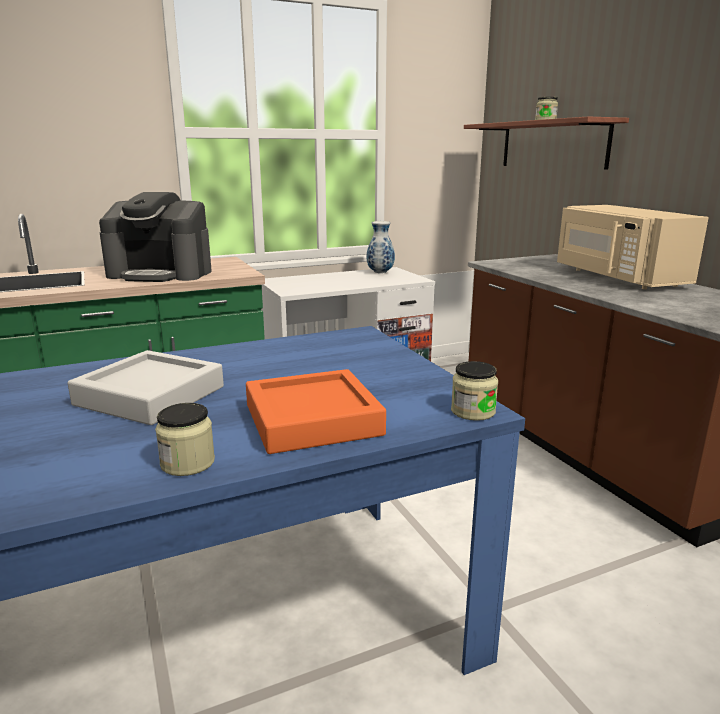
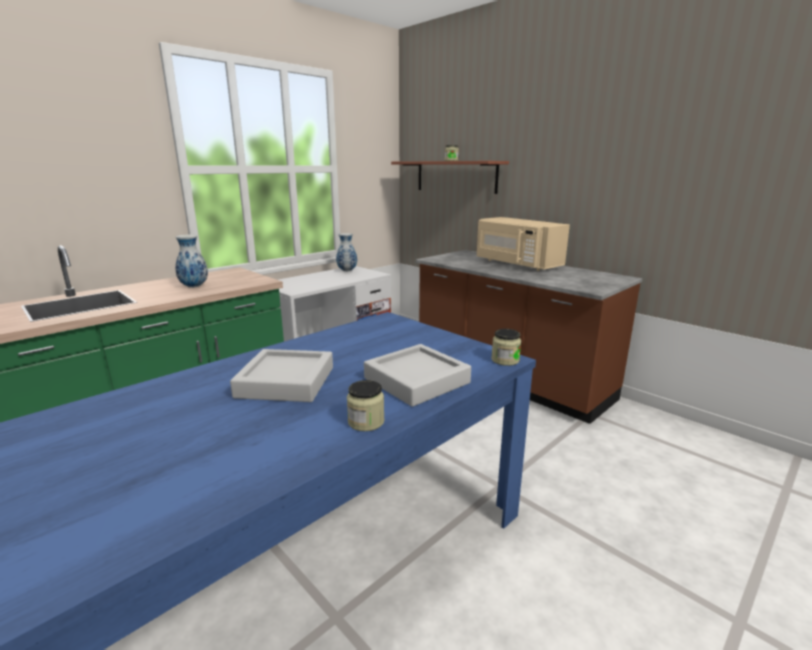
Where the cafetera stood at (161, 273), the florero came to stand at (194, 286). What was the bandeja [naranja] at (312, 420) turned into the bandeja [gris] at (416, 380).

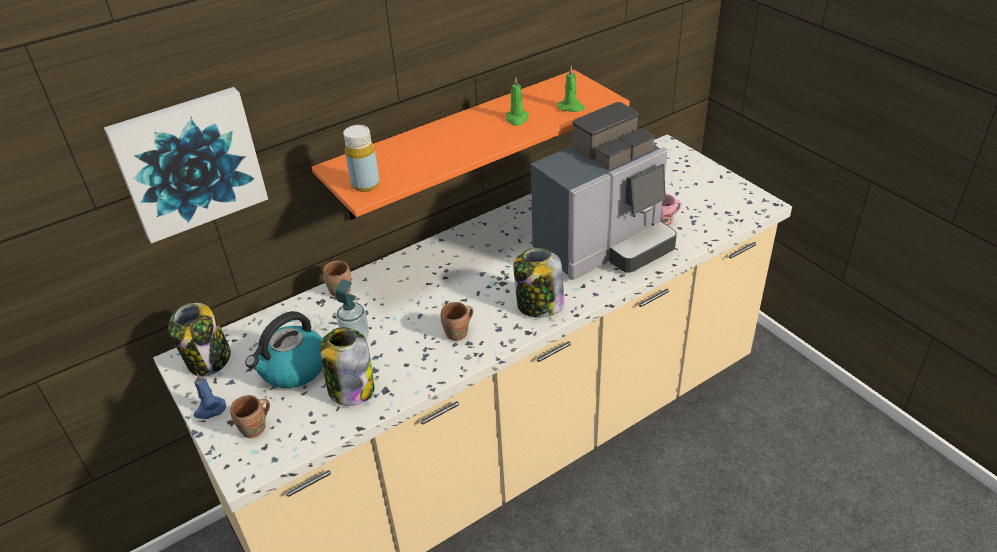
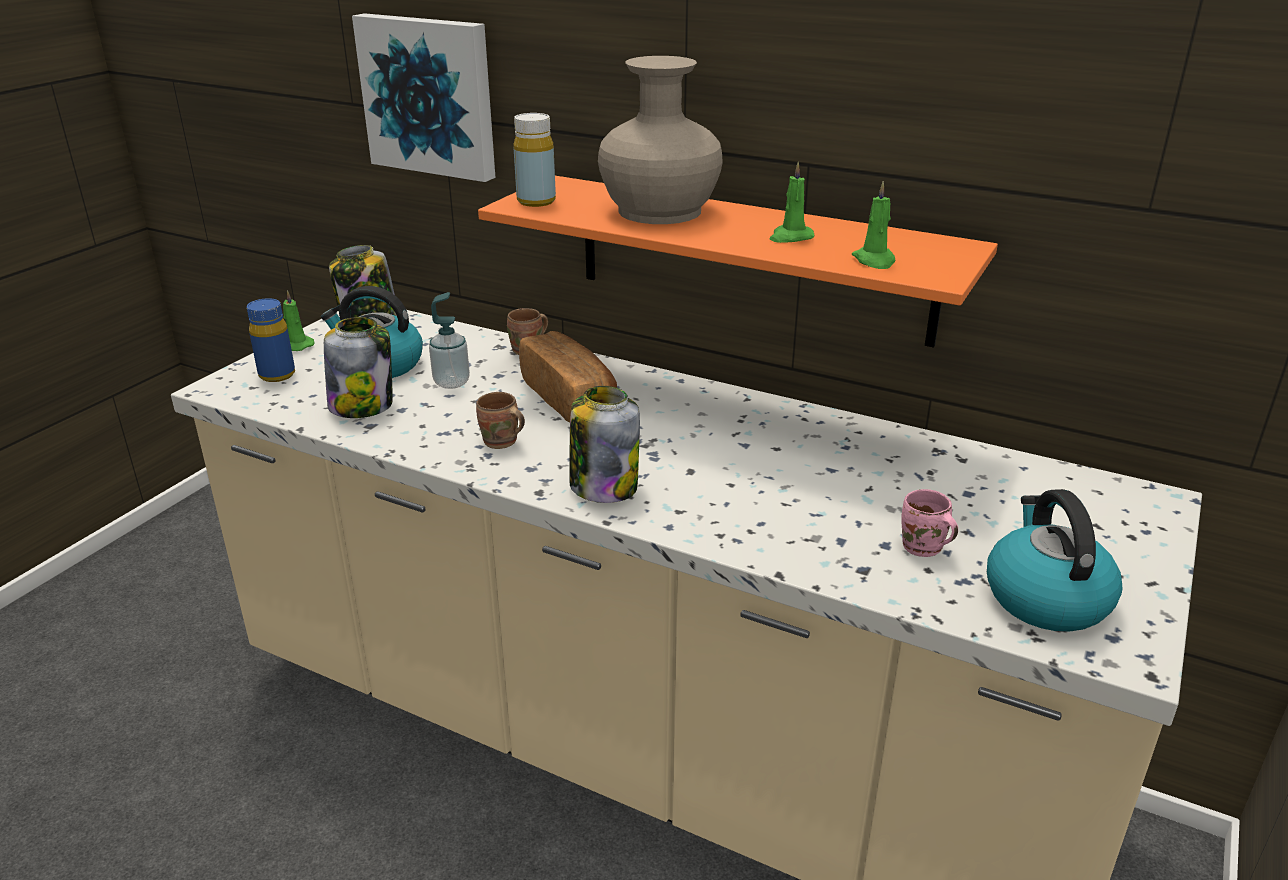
The second view lost the cafetera at (604, 246). The second view gained the pan at (571, 399). The second view gained the florero [beis] at (660, 211). The second view gained the hervidor at (1045, 597). Where the taza grande [marrón] stood at (256, 429), the botella [azul] came to stand at (277, 375). What was the vela [azul] at (210, 410) turned into the vela [verde] at (296, 345).

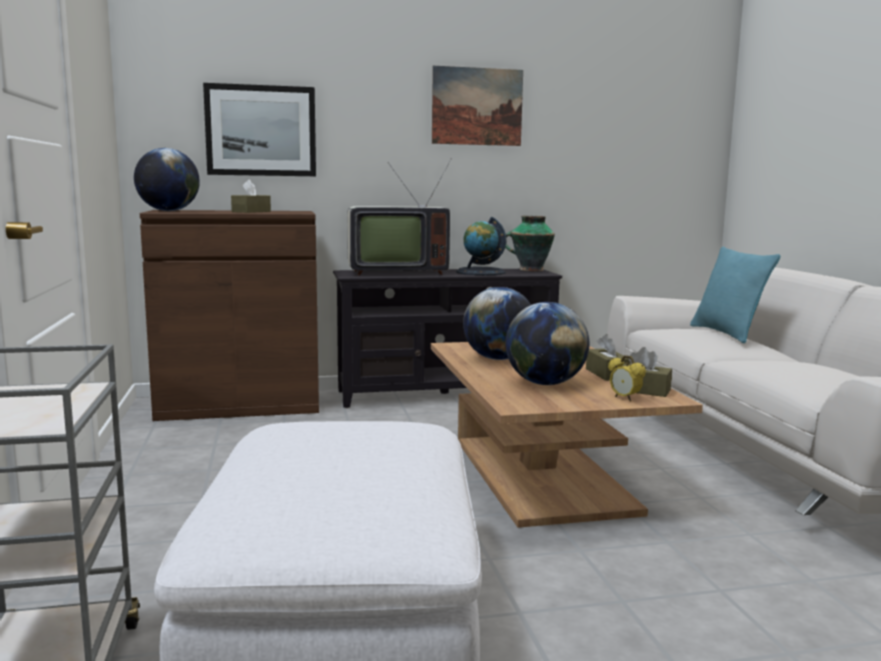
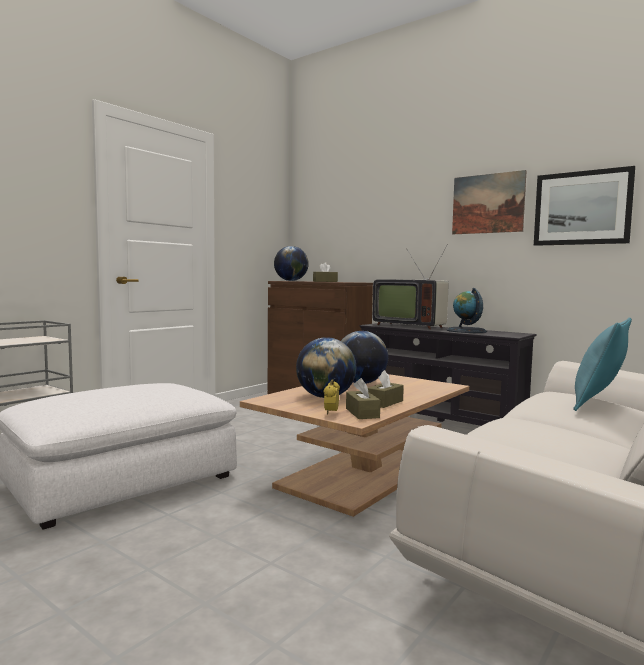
The second view lost the florero at (530, 270). The cuadro ended up elsewhere, having gone from (261, 131) to (582, 208).

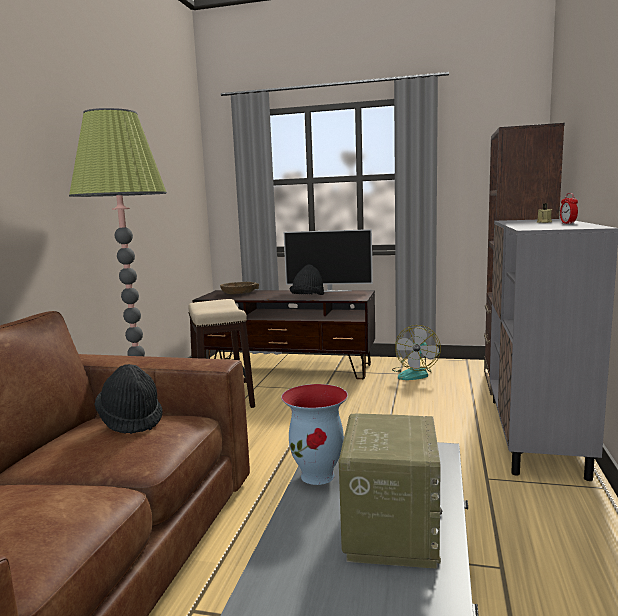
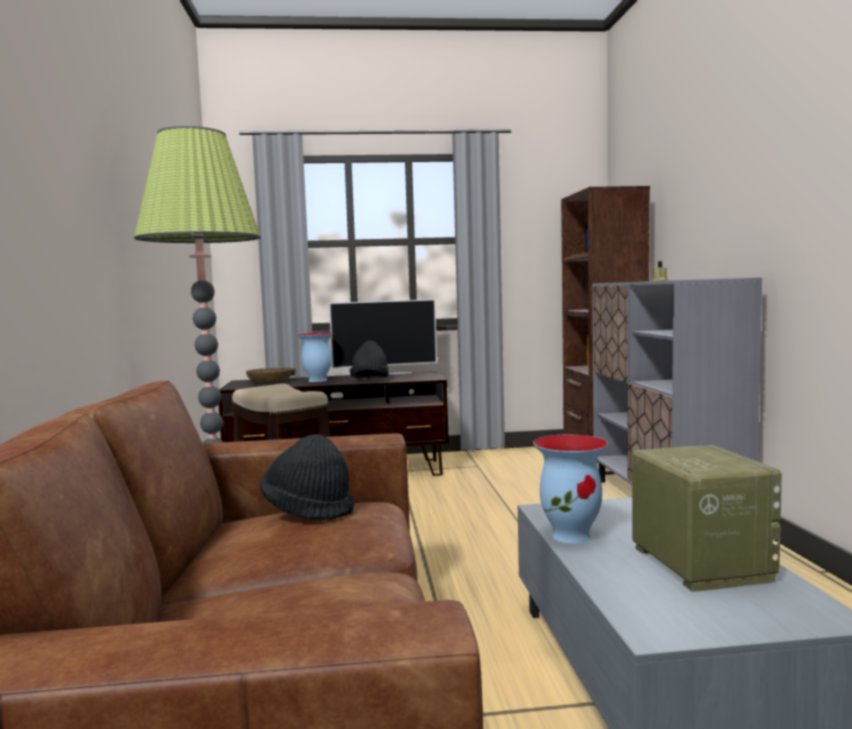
The second view lost the ventilador at (415, 373). The second view lost the despertador at (568, 223). The second view gained the florero at (317, 380).

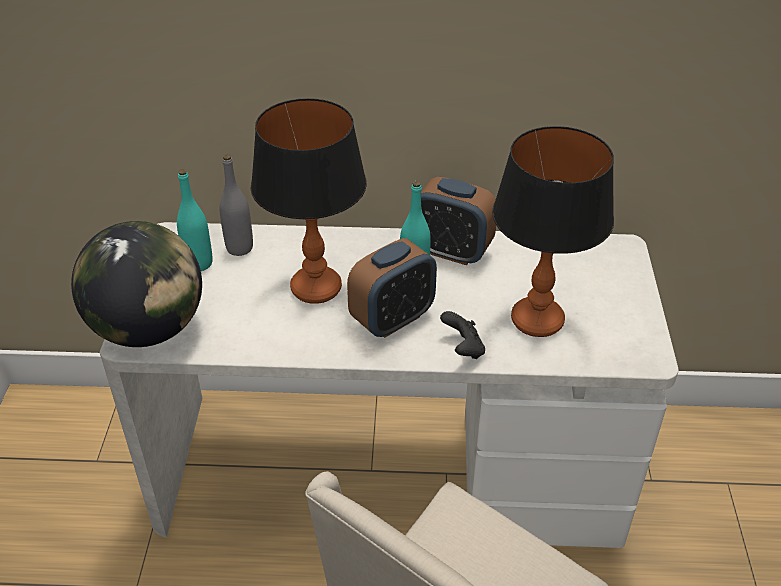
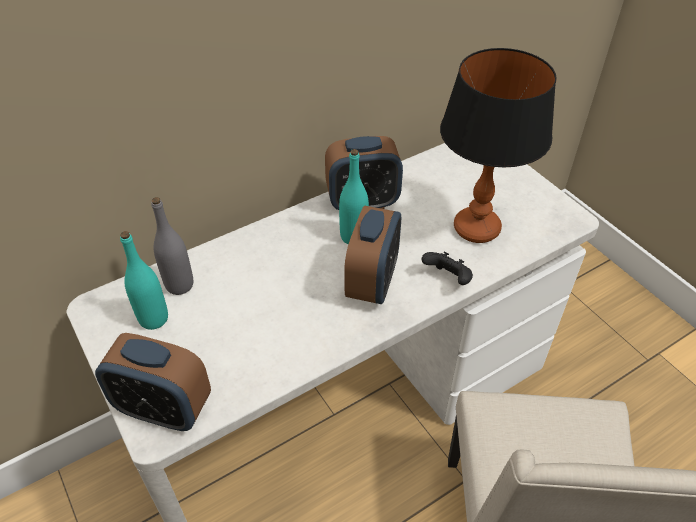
The second view lost the lámpara de mesa at (317, 288). Where the globo terráqueo stood at (149, 329), the despertador came to stand at (164, 409).

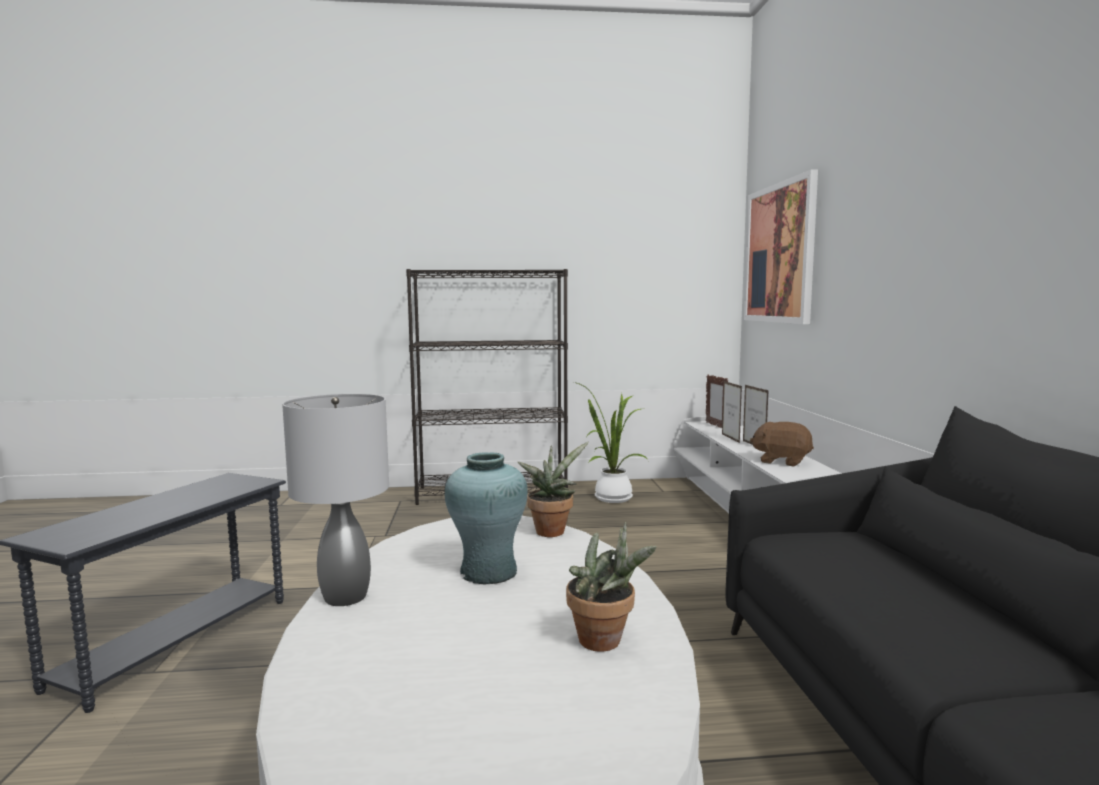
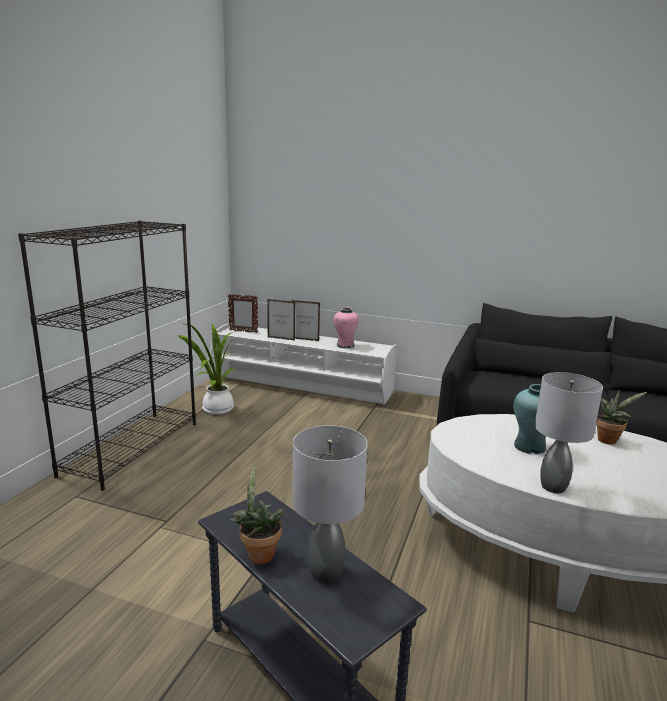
The second view lost the cuadro at (779, 253). The second view gained the lámpara de mesa [gris] at (326, 572). The planta en maceta ended up elsewhere, having gone from (551, 530) to (258, 553). Where the peluche [marrón] stood at (782, 461), the florero [rosa] came to stand at (345, 345).

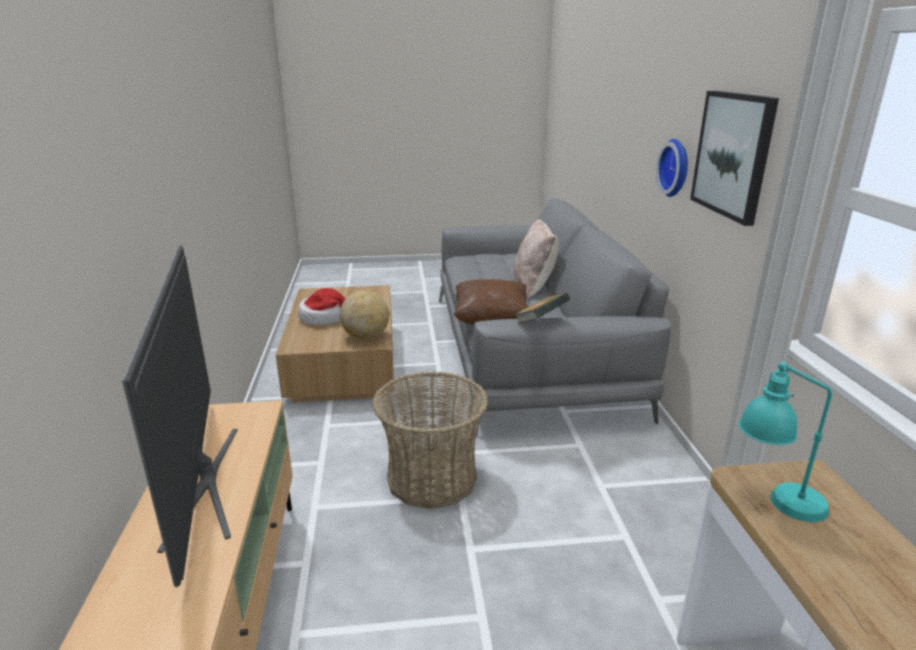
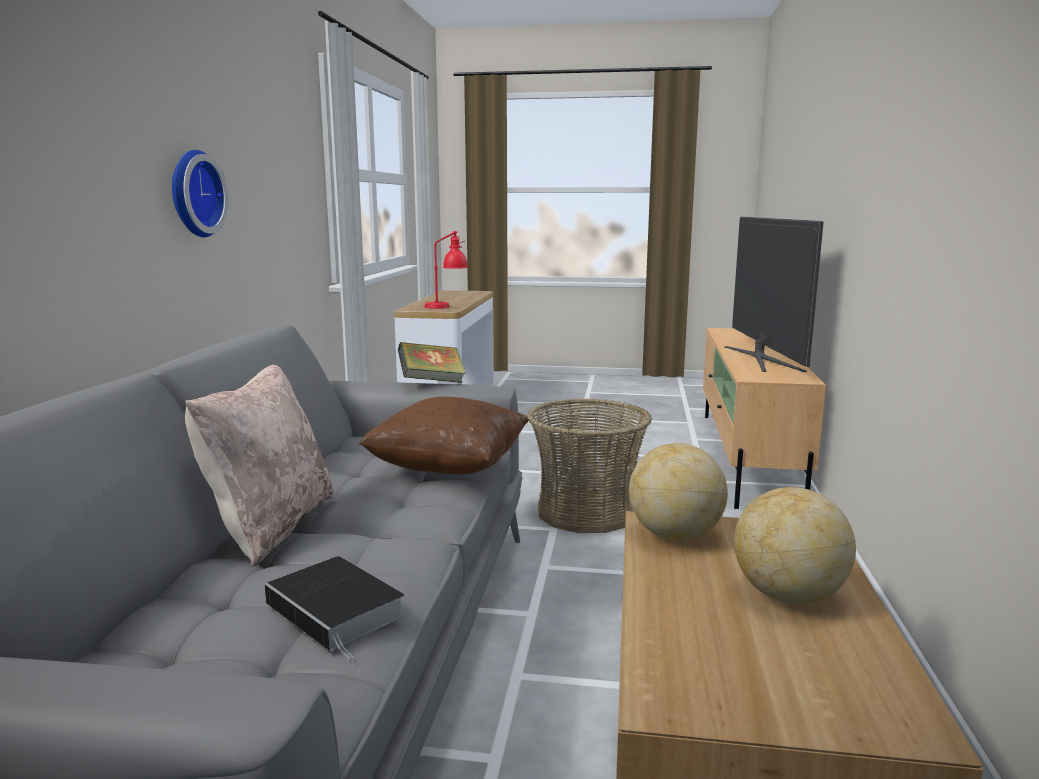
The second view lost the cuadro at (733, 154). The second view gained the libro at (338, 610). Where the sombrero stood at (324, 318), the globo terráqueo came to stand at (788, 596). What was the lámpara de mesa [turquesa] at (774, 502) turned into the lámpara de mesa [rojo] at (447, 307).

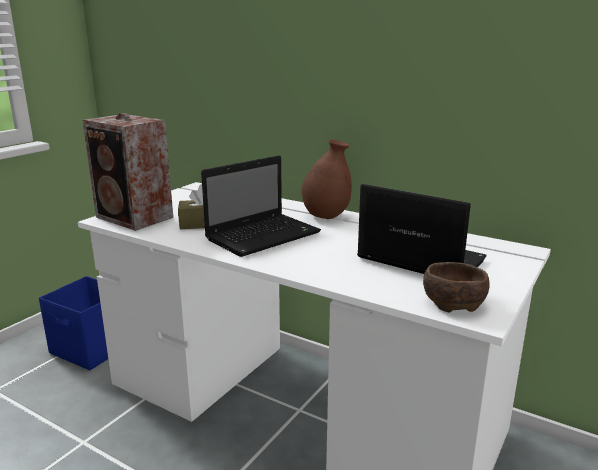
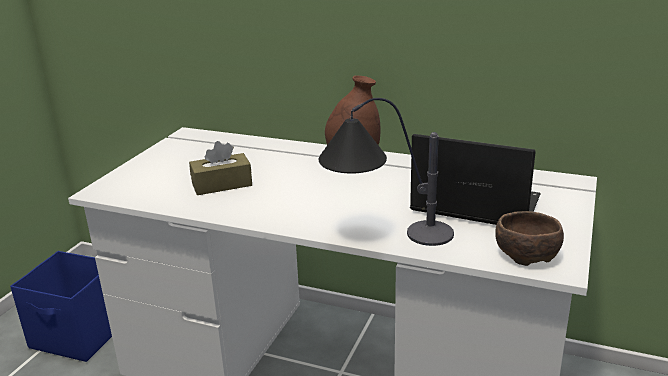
The second view lost the altavoz at (135, 218). The second view lost the portátil at (264, 235). The second view gained the lámpara de mesa at (382, 233).

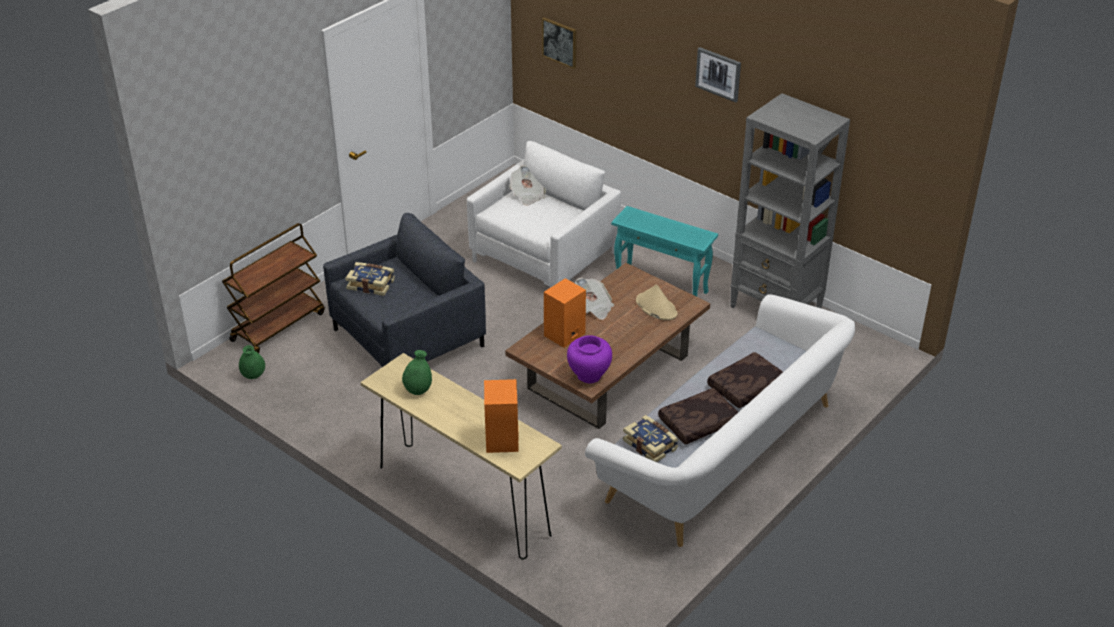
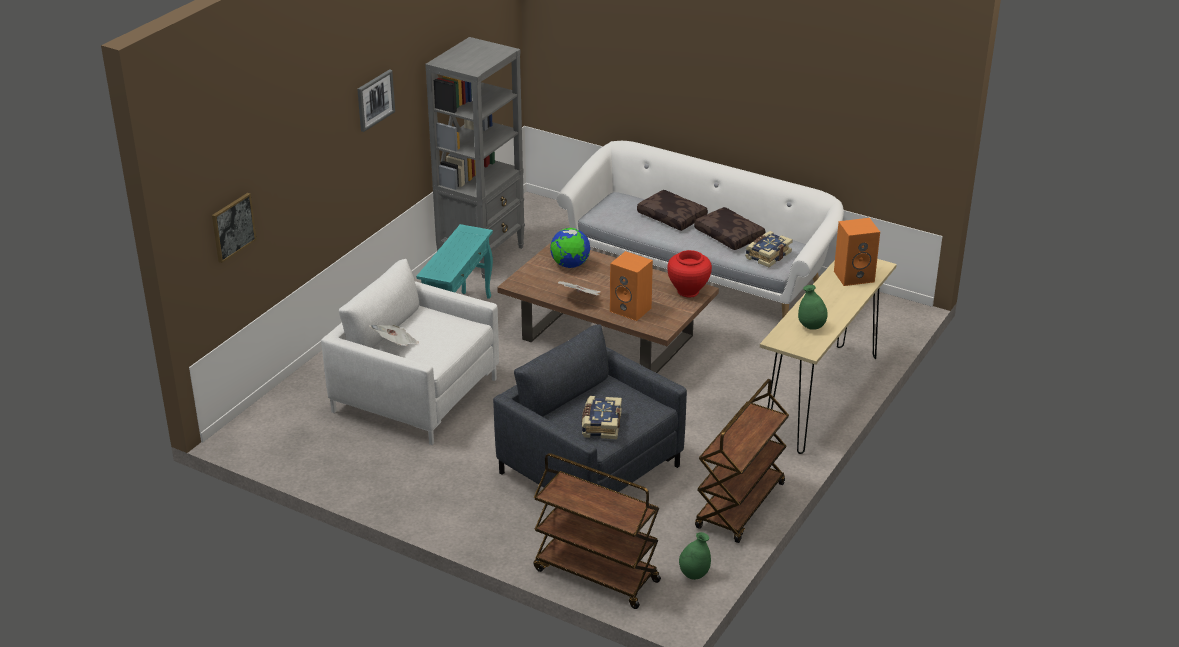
The second view gained the carrito [marrón] at (741, 506). Where the sombrero [beis] stood at (656, 307), the globo terráqueo came to stand at (570, 265). What was the florero [morado] at (589, 376) turned into the florero [rojo] at (688, 291).

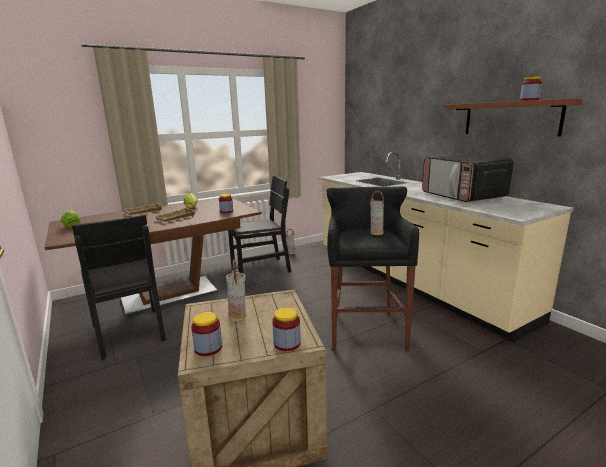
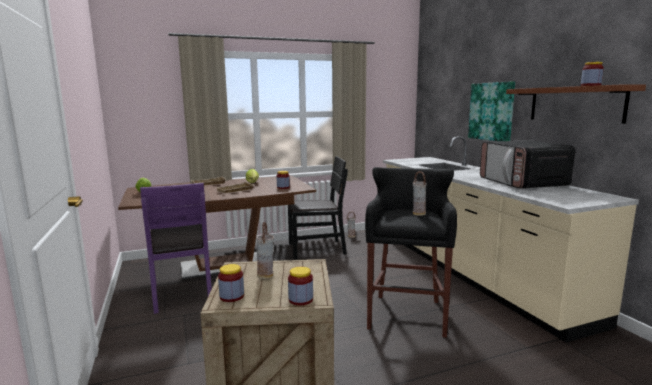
The second view gained the cuadro at (491, 111). What was the silla [negro] at (129, 331) turned into the silla [morado] at (182, 293).

